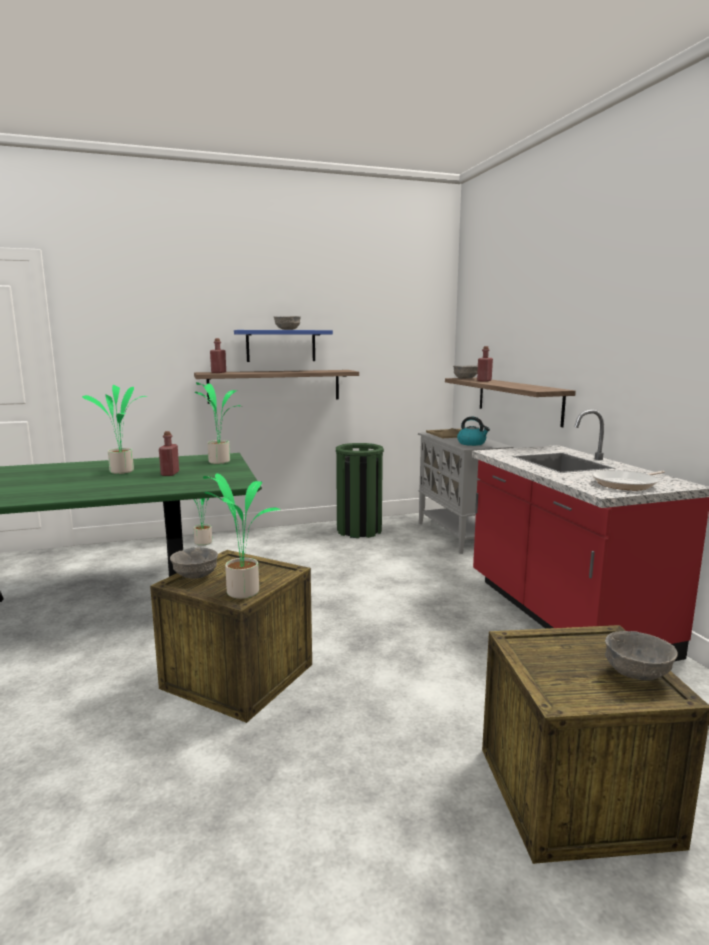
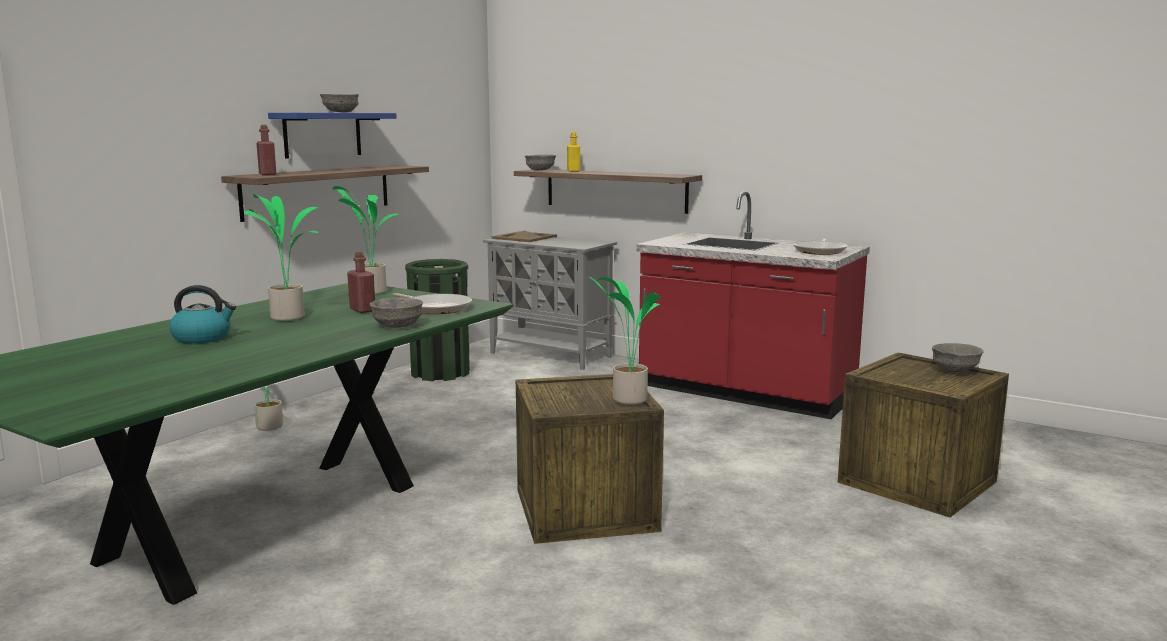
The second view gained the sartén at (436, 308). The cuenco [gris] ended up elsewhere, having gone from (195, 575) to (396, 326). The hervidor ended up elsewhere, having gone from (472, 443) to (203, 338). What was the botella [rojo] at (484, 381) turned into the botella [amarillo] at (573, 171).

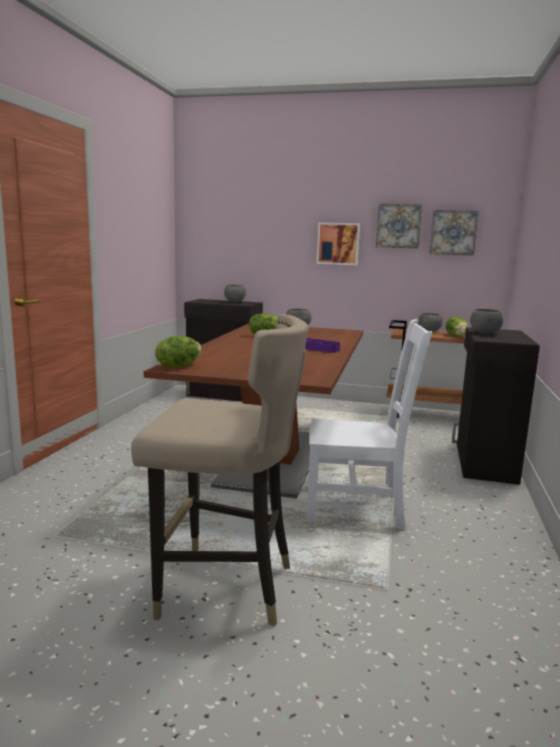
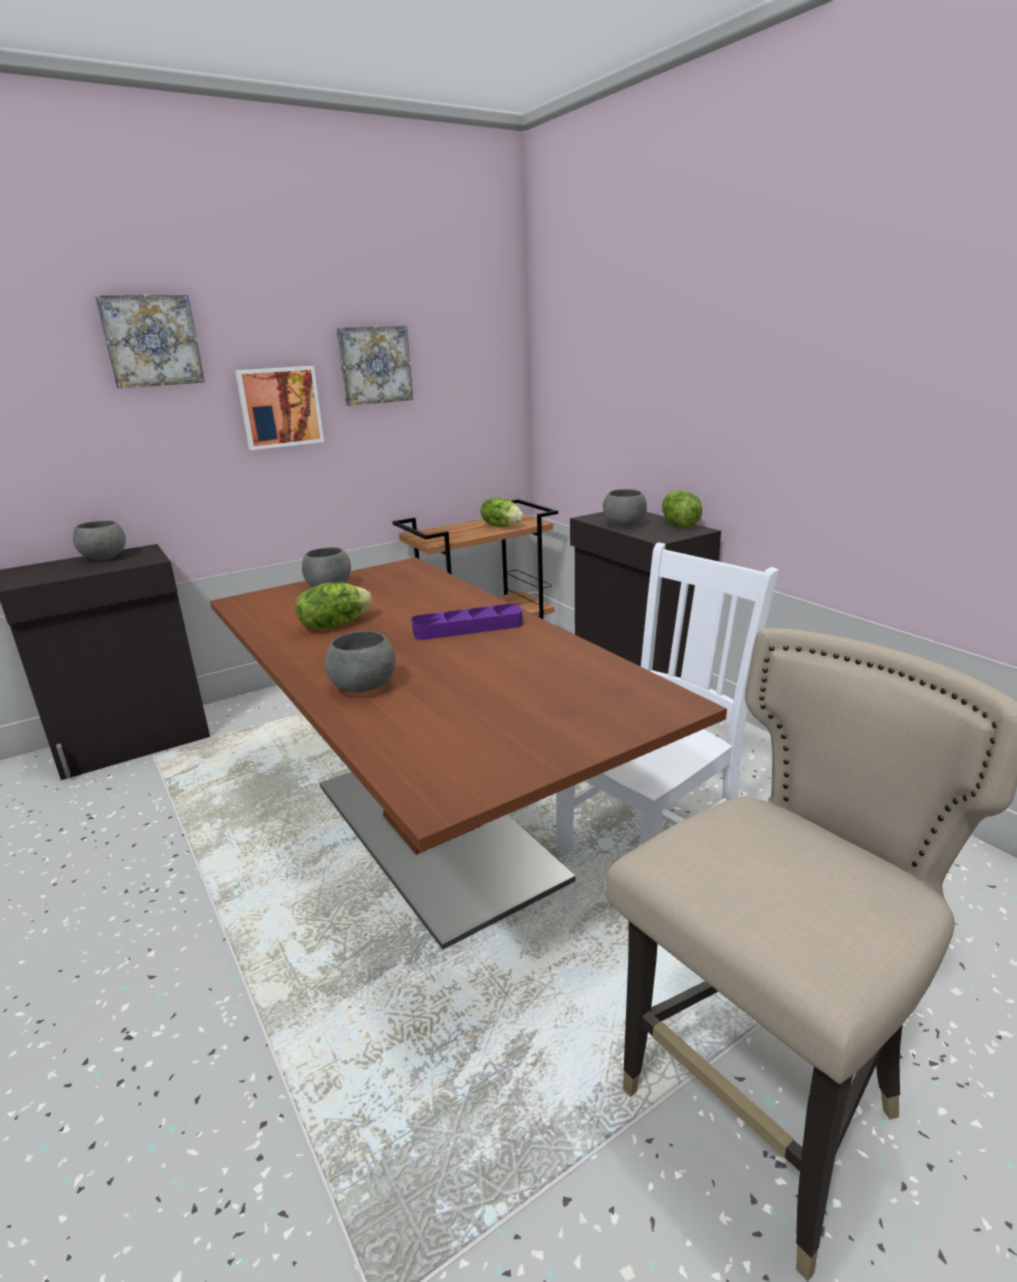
The lechuga ended up elsewhere, having gone from (178, 366) to (678, 525). The cuenco [gris] ended up elsewhere, having gone from (429, 331) to (364, 688). The cuadro ended up elsewhere, having gone from (453, 232) to (151, 341).

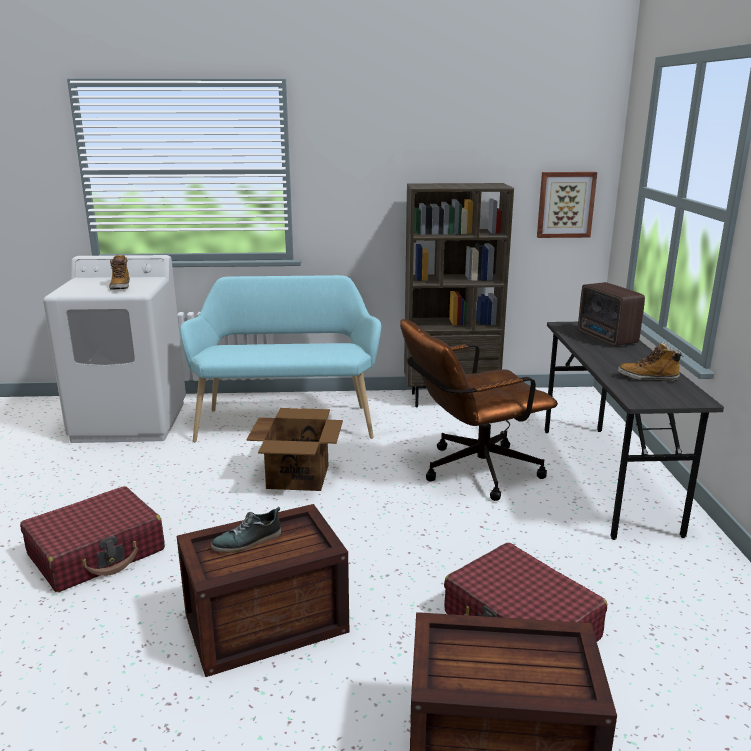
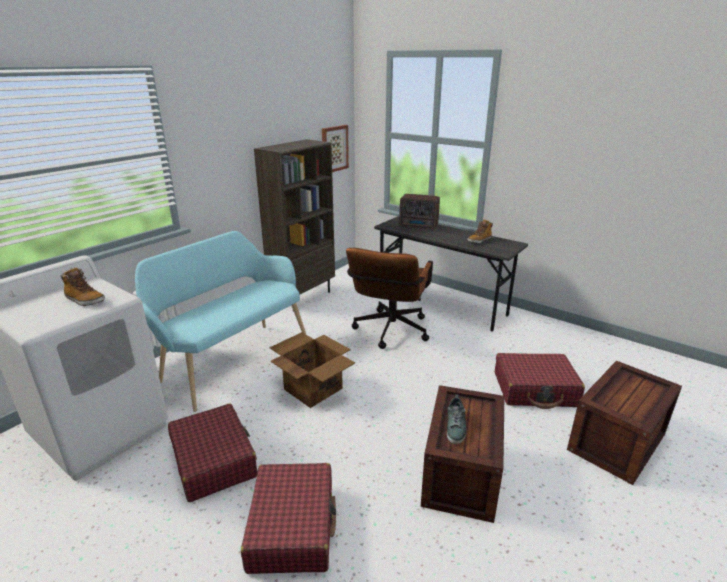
The second view gained the maleta [rojo] at (214, 460).

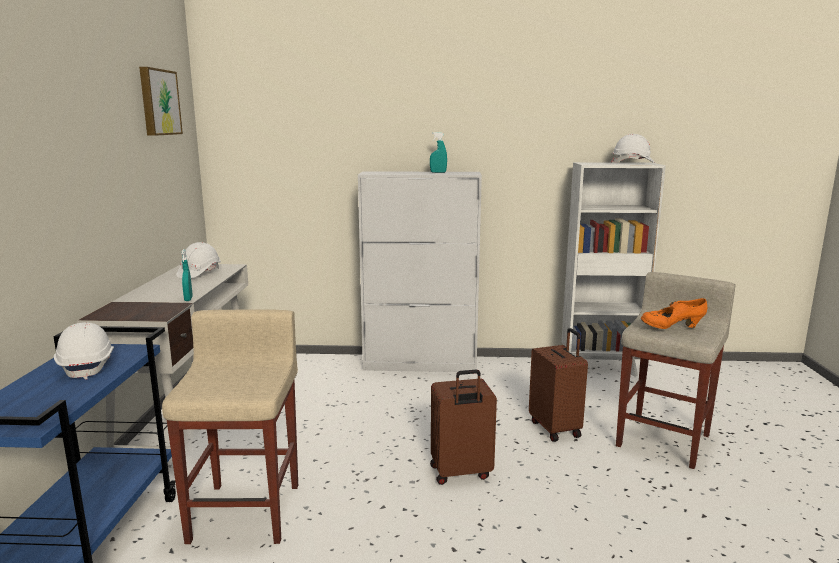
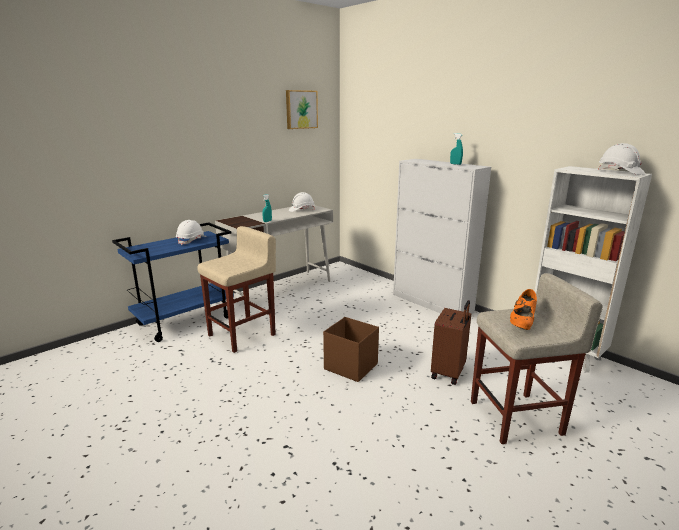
Where the maleta [marrón] stood at (461, 473), the caja de almacenaje [marrón] came to stand at (350, 366). The zapato [naranja] at (671, 328) ended up facing another way, 105 degrees counterclockwise from before.

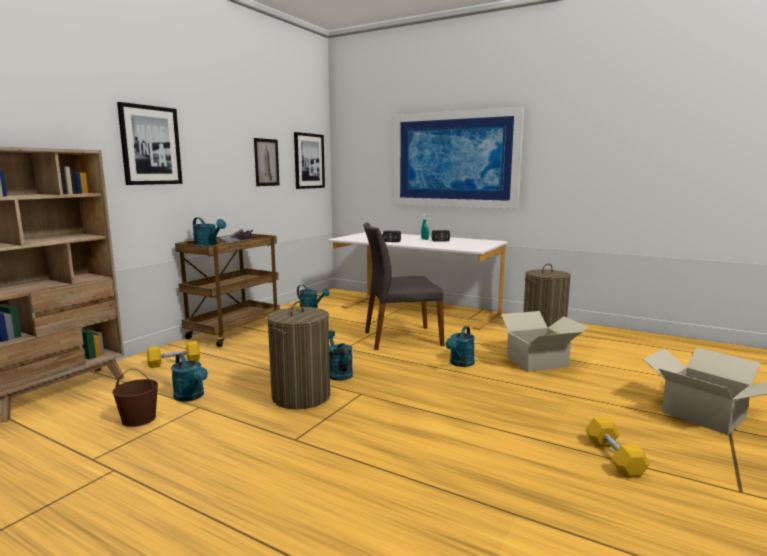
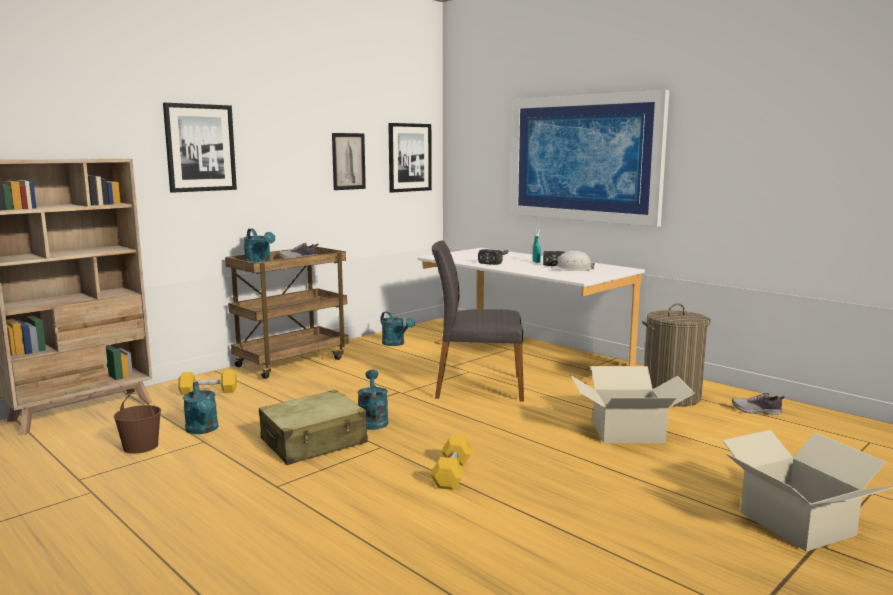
The second view lost the regadera [turquesa] at (460, 364). The second view gained the casco [blanco] at (572, 269). The second view gained the zapato at (756, 411). The mancuerna [amarillo] ended up elsewhere, having gone from (614, 458) to (452, 473). Where the cesto de la ropa stood at (301, 396), the maleta [beis] came to stand at (314, 442).

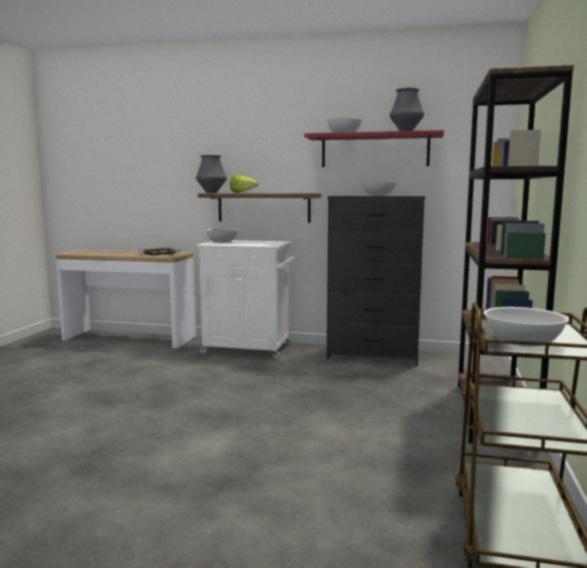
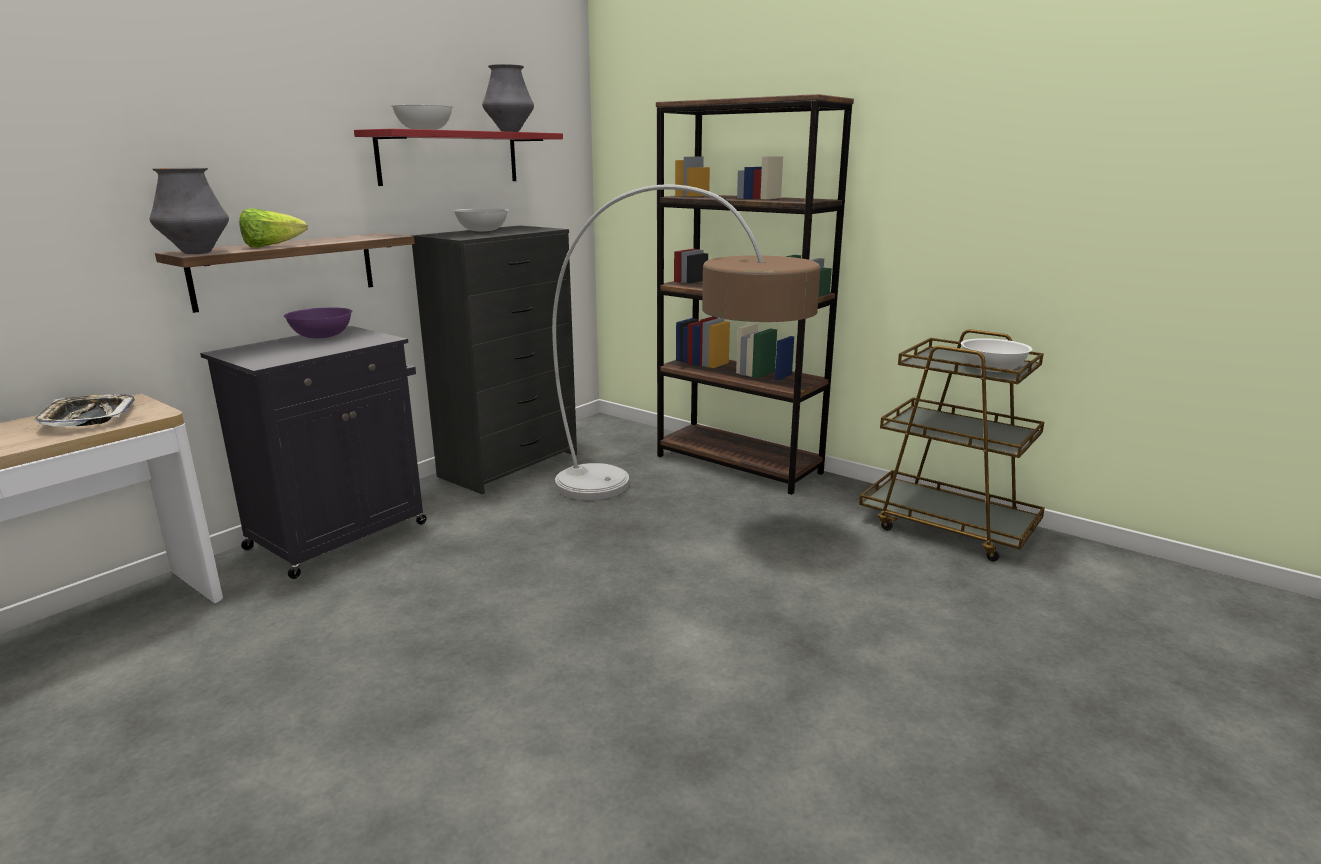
The second view lost the cuenco [blanco] at (222, 242). The second view gained the cuenco [morado] at (322, 336). The second view gained the lámpara de pie at (680, 508). What was the armario [blanco] at (248, 348) turned into the armario [negro] at (341, 534).

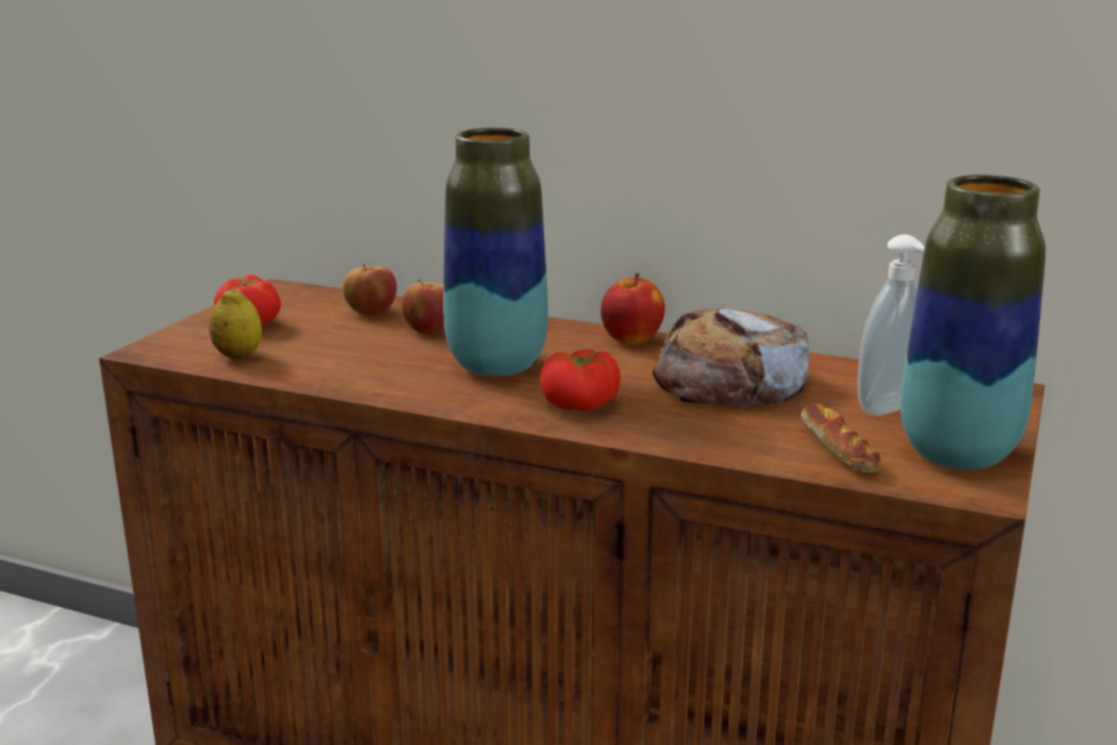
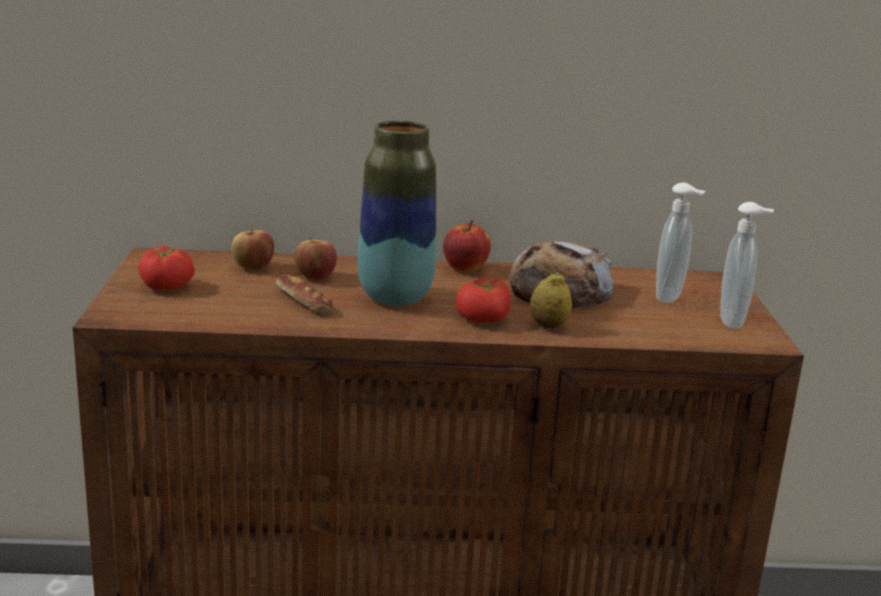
The limón ended up elsewhere, having gone from (238, 356) to (548, 326). The pan ended up elsewhere, having gone from (838, 448) to (303, 301). Where the florero stood at (957, 454), the dispensador de jabón came to stand at (735, 321).

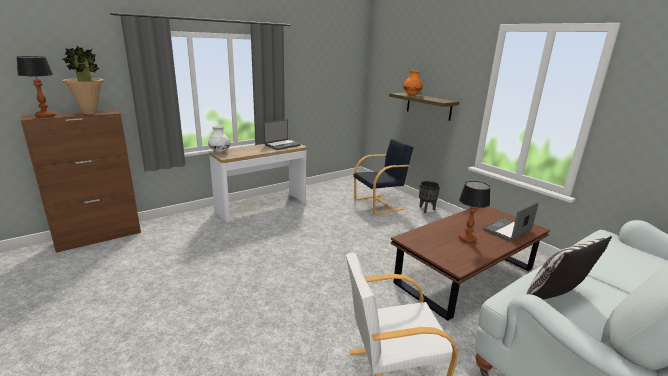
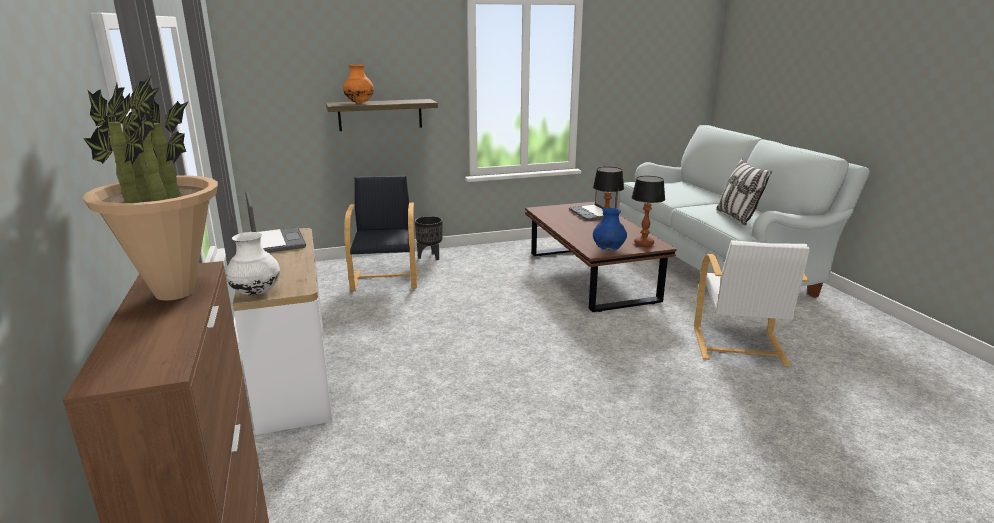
The second view gained the florero [azul] at (608, 249). The lámpara de mesa ended up elsewhere, having gone from (45, 116) to (643, 243).

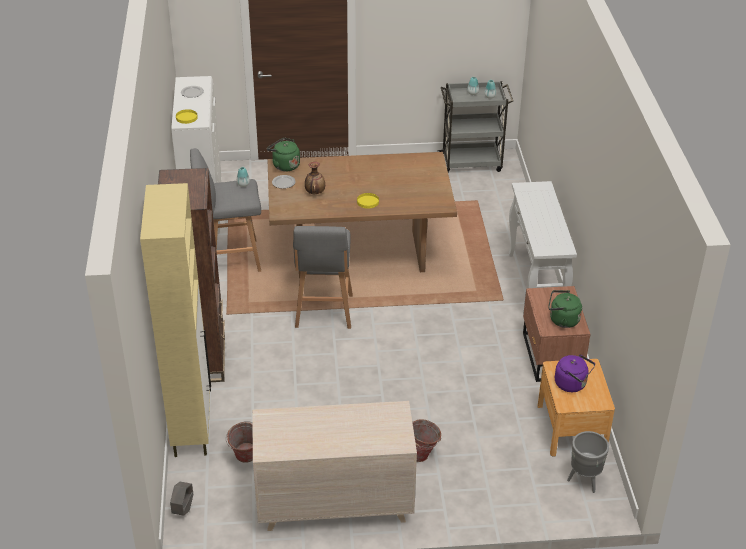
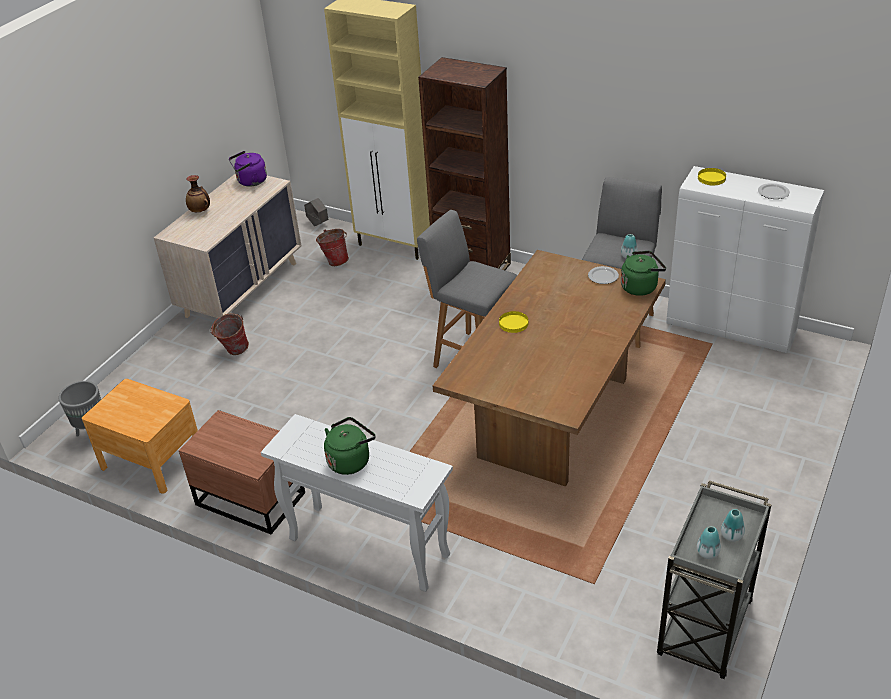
The florero ended up elsewhere, having gone from (315, 193) to (200, 211). The hervidor [verde] ended up elsewhere, having gone from (562, 320) to (350, 460). The hervidor [morado] ended up elsewhere, having gone from (572, 384) to (250, 182).

